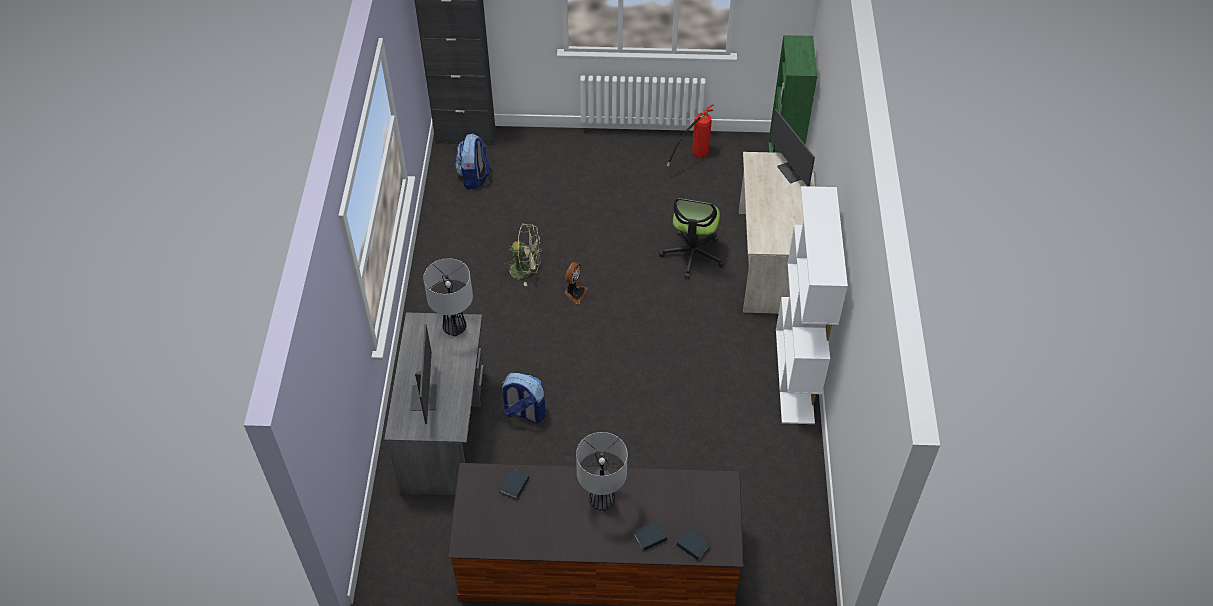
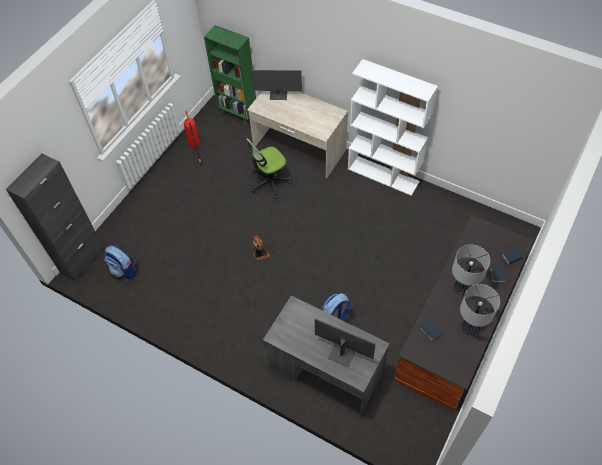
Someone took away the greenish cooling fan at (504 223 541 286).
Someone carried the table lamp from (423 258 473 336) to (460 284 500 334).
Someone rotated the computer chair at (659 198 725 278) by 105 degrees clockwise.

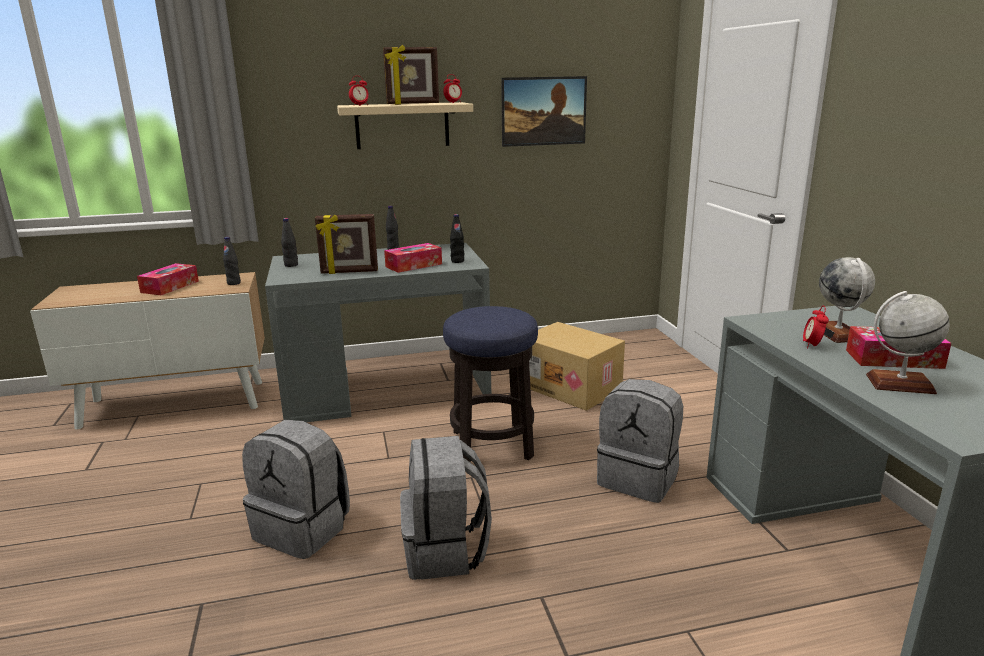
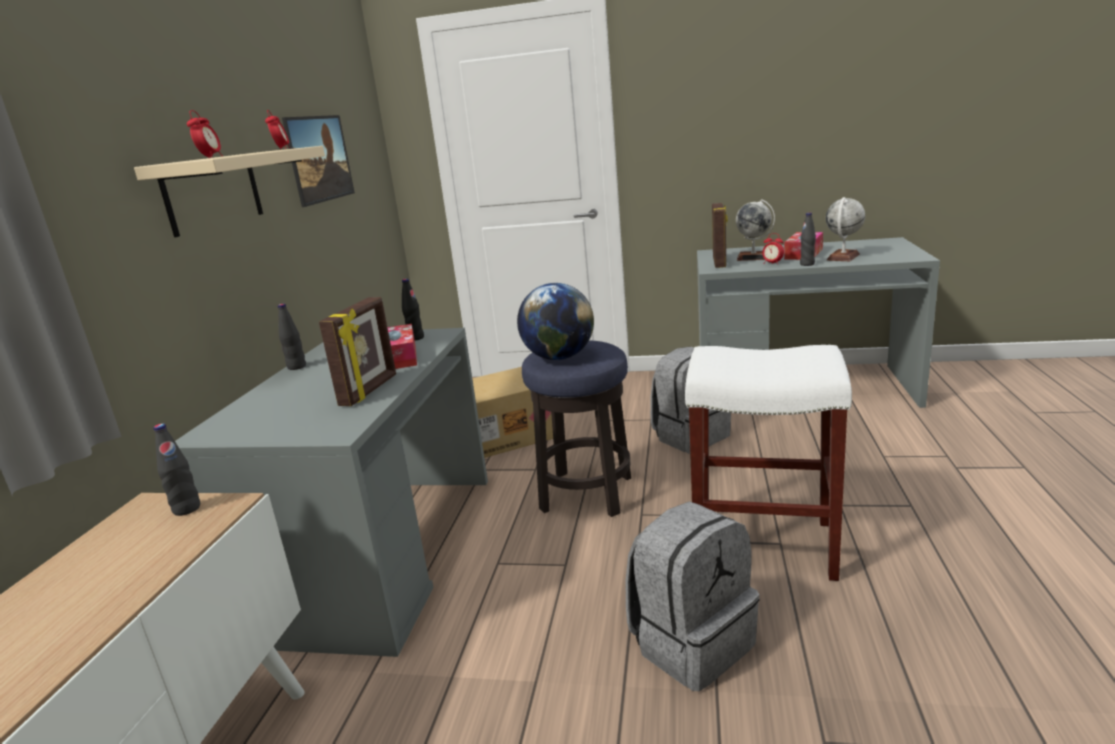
Someone took away the tissue box at (137 263 199 295).
Someone put down the globe at (517 283 594 360).
Someone carried the blackish beverage bottle from (281 218 298 267) to (800 213 816 266).
Someone carried the standing frame from (383 44 439 105) to (712 203 728 268).
Someone swapped the grey rucksack at (400 436 492 580) for the whitish stool at (685 345 852 581).

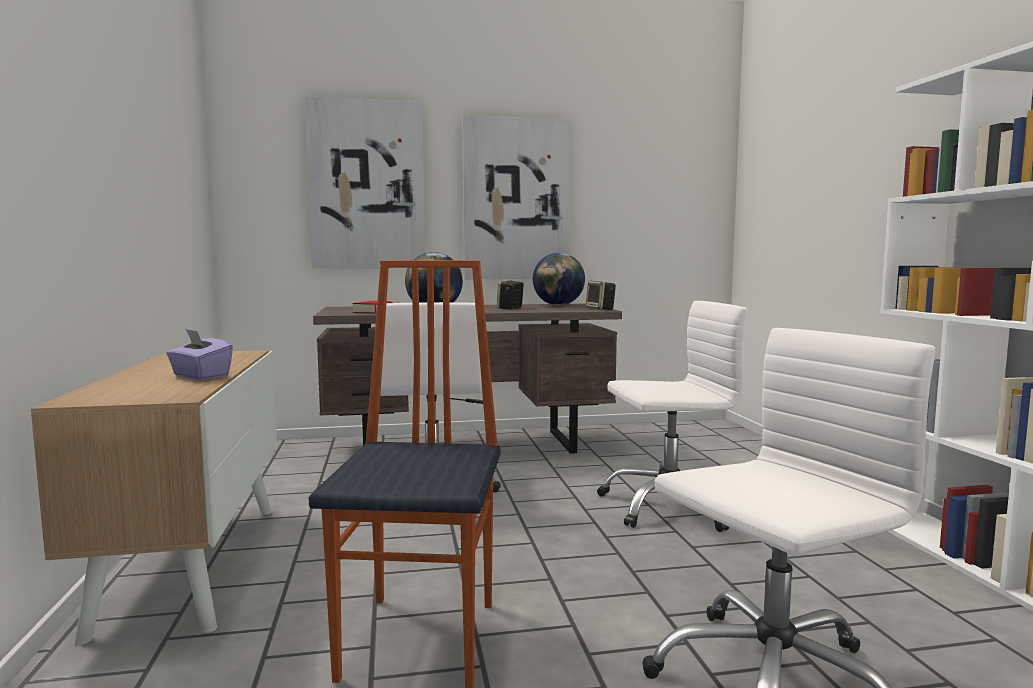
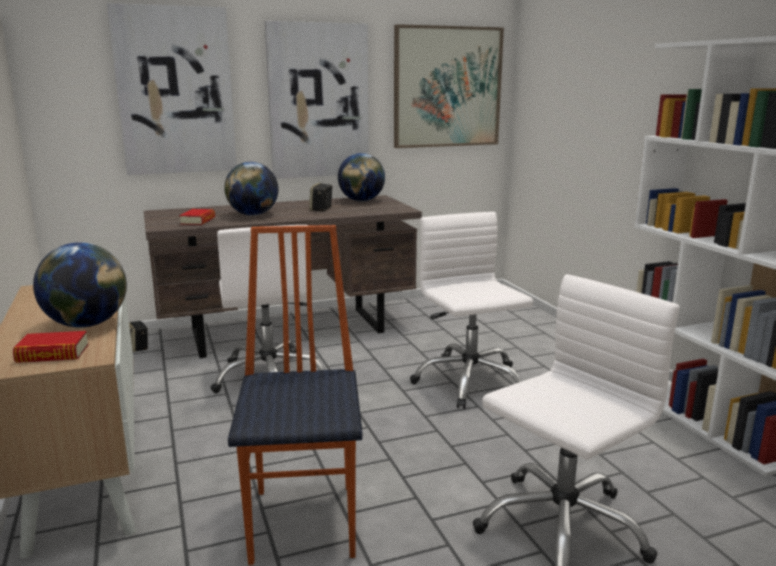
Someone put down the bound book at (13 331 89 363).
Someone put up the wall art at (394 24 504 148).
Someone carried the audio speaker from (586 281 616 310) to (129 321 148 352).
Someone swapped the purple-coloured tissue box at (166 329 233 380) for the globe at (33 242 127 328).
Someone rotated the whitish computer chair at (597 301 748 532) by 90 degrees counterclockwise.

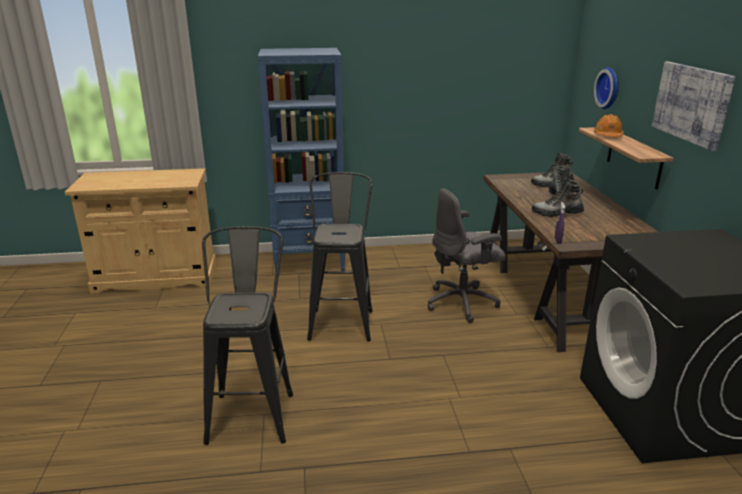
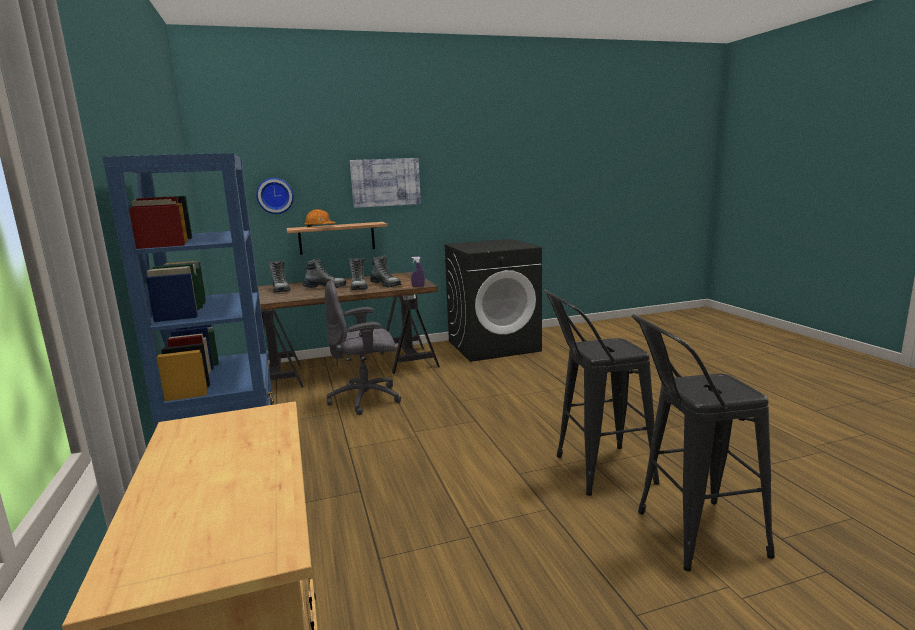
Someone put down the boot at (370 255 401 287).
Someone carried the blackish stool from (307 172 373 342) to (631 314 775 572).
Someone rotated the grey computer chair at (428 188 506 323) by 105 degrees clockwise.

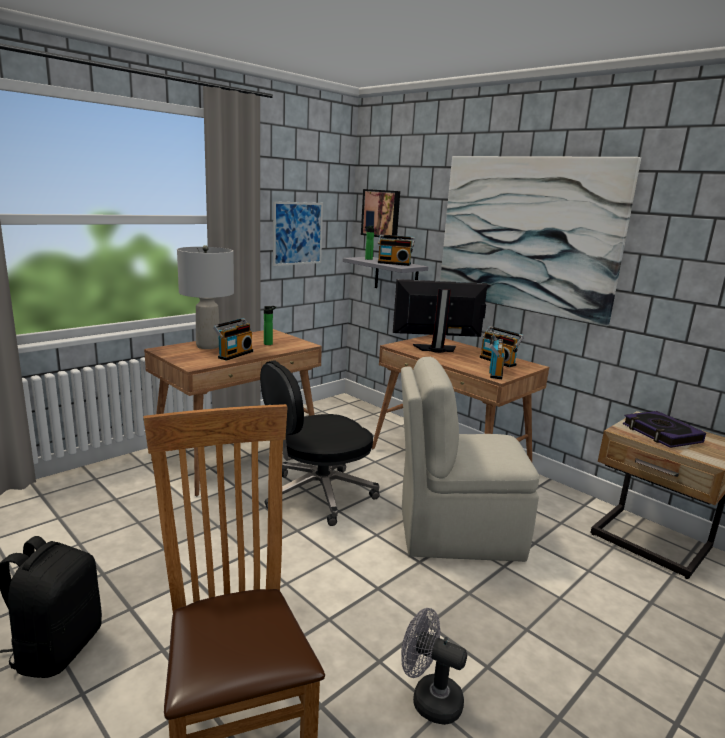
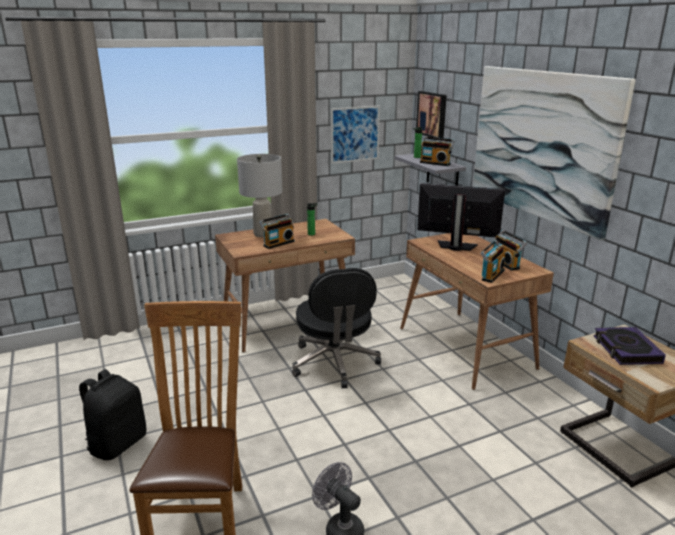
Someone took away the beige chair at (401 357 539 562).
Someone rotated the blackish computer chair at (260 360 380 526) by 90 degrees counterclockwise.

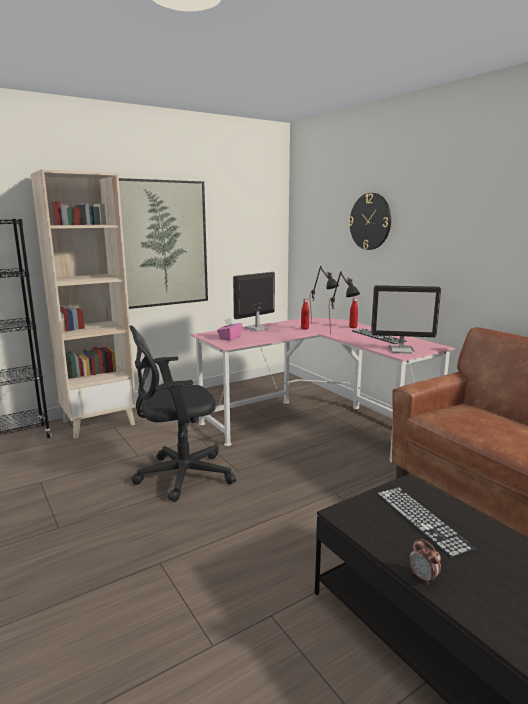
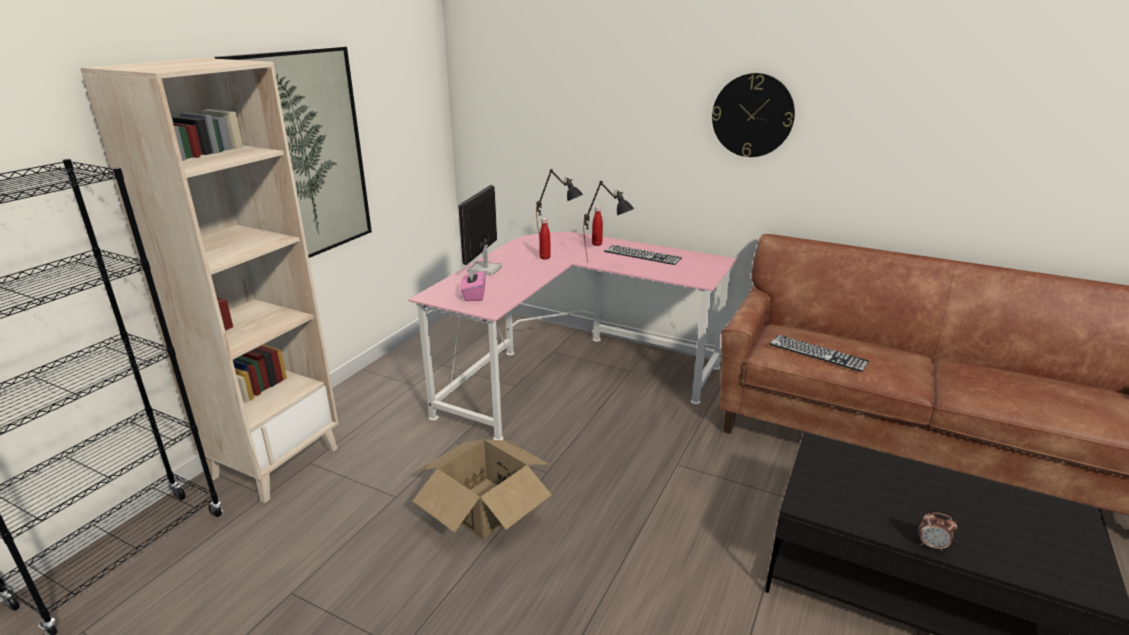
Someone took away the computer display at (371 285 441 353).
Someone carried the hanging clock from (349 193 391 250) to (712 73 795 157).
Someone carried the keyboard from (376 487 476 558) to (769 335 869 372).
Someone swapped the blackish computer chair at (129 325 236 502) for the packing box at (412 440 552 539).

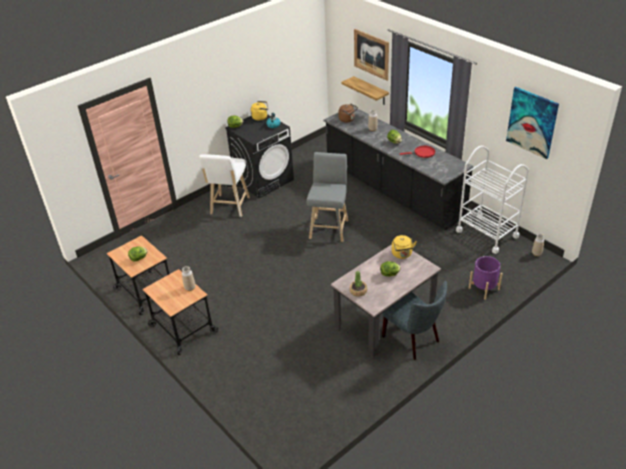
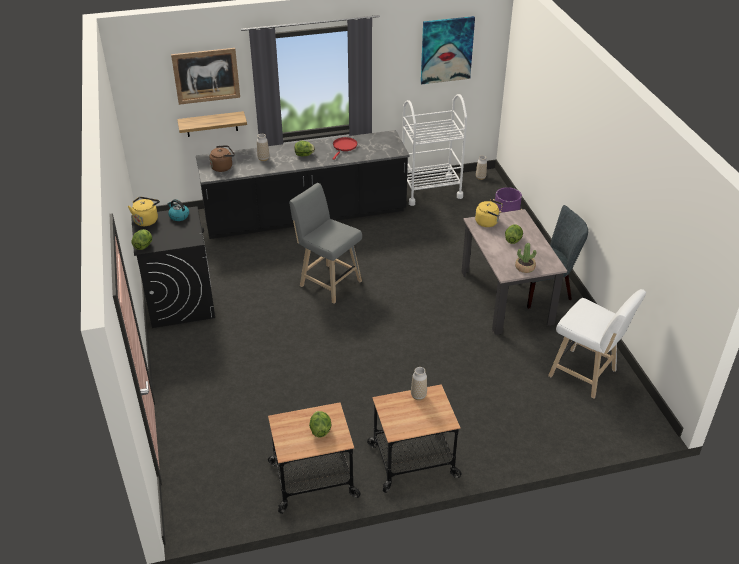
Someone carried the whitish stool from (199 154 250 217) to (548 289 646 399).

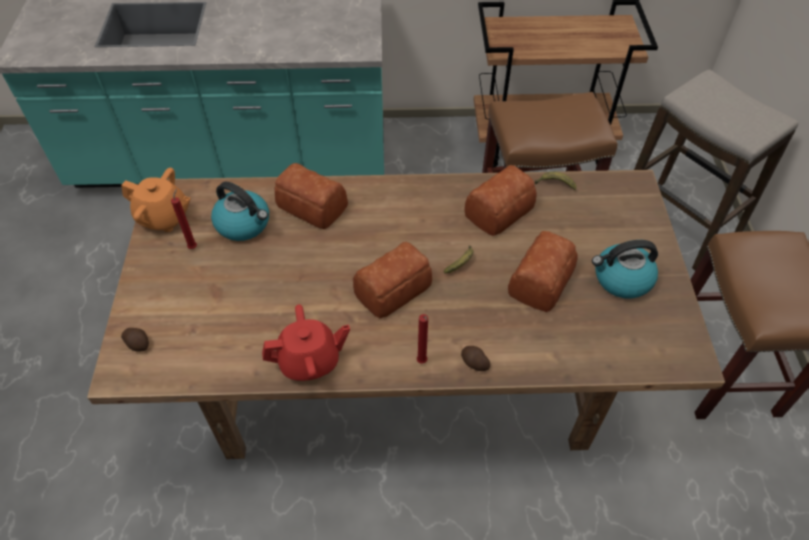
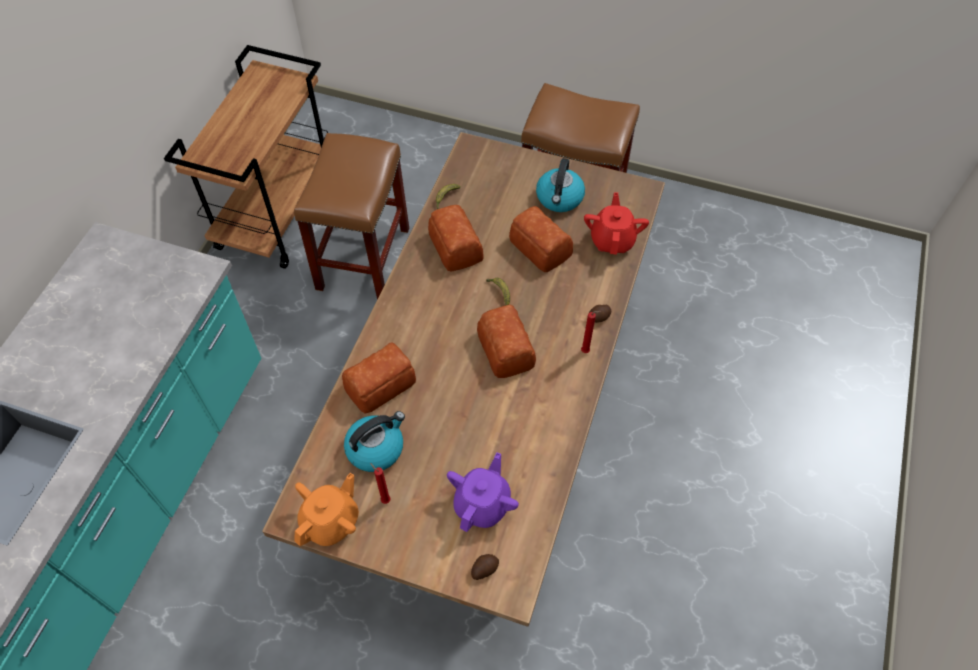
Someone took away the stool at (634 70 799 271).
Someone put down the purple-coloured tea pot at (447 452 519 532).
Someone carried the red-coloured tea pot from (262 304 350 381) to (584 192 649 255).

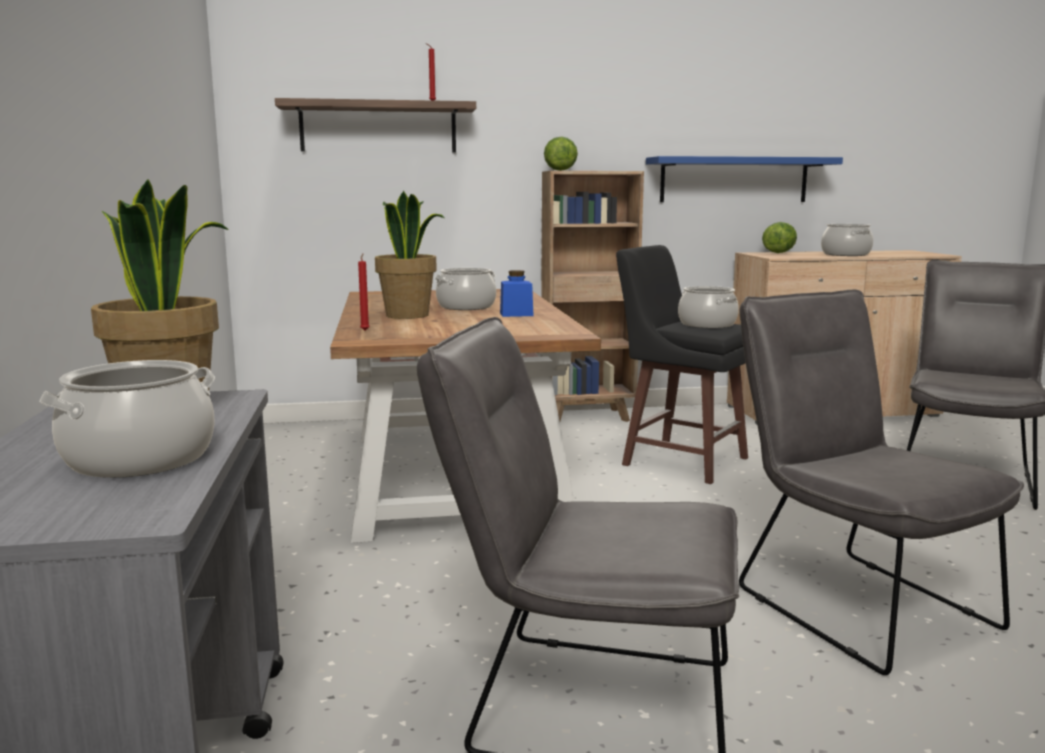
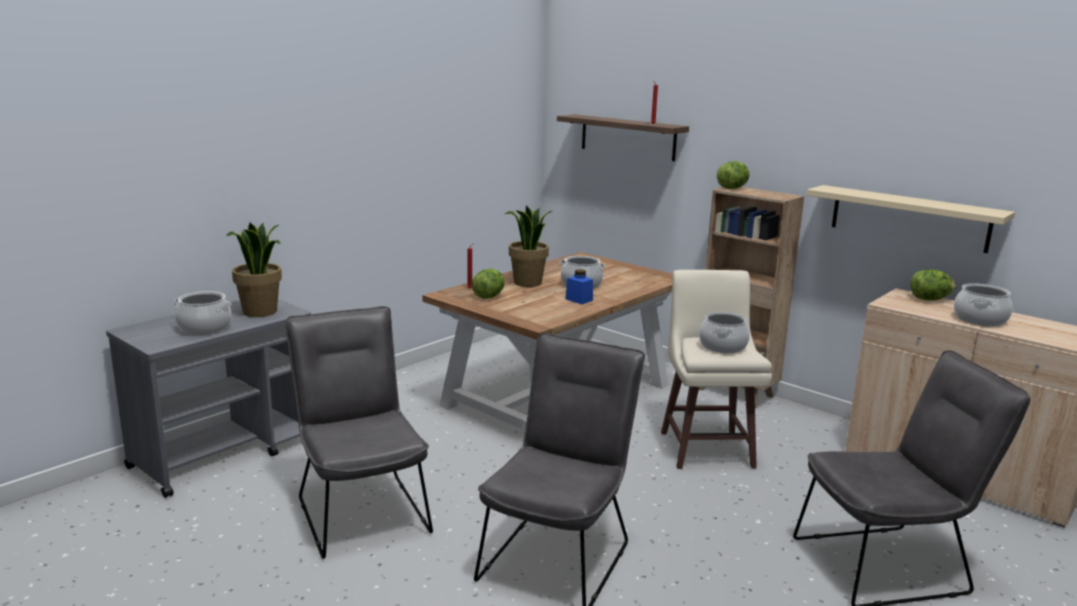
Someone put down the head of lettuce at (471 269 505 299).
Someone repainted the blackish stool at (616 245 748 484), which became the beige stool at (661 270 772 469).
Someone repainted the blue-coloured shelf at (646 156 843 202), which became the beige shelf at (807 185 1015 253).

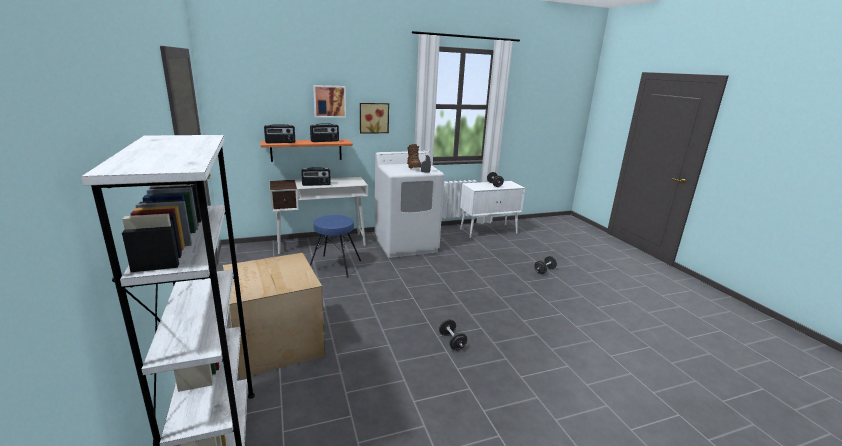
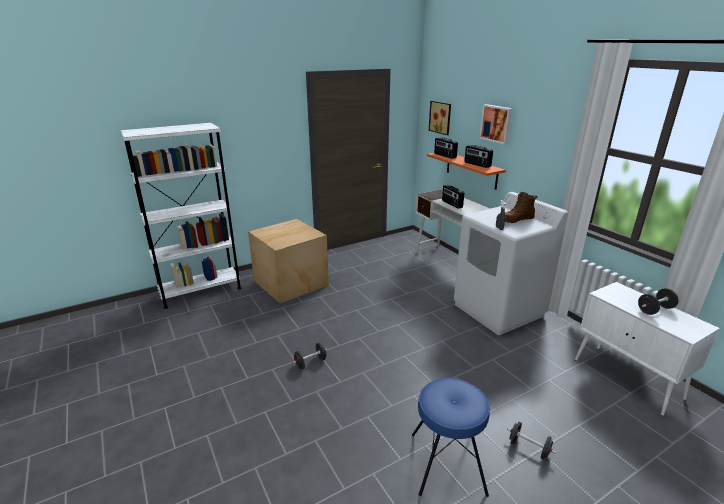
Someone carried the blue-coloured stool from (310 215 361 278) to (412 378 490 497).
Someone carried the wall art from (360 103 389 134) to (429 101 451 135).

